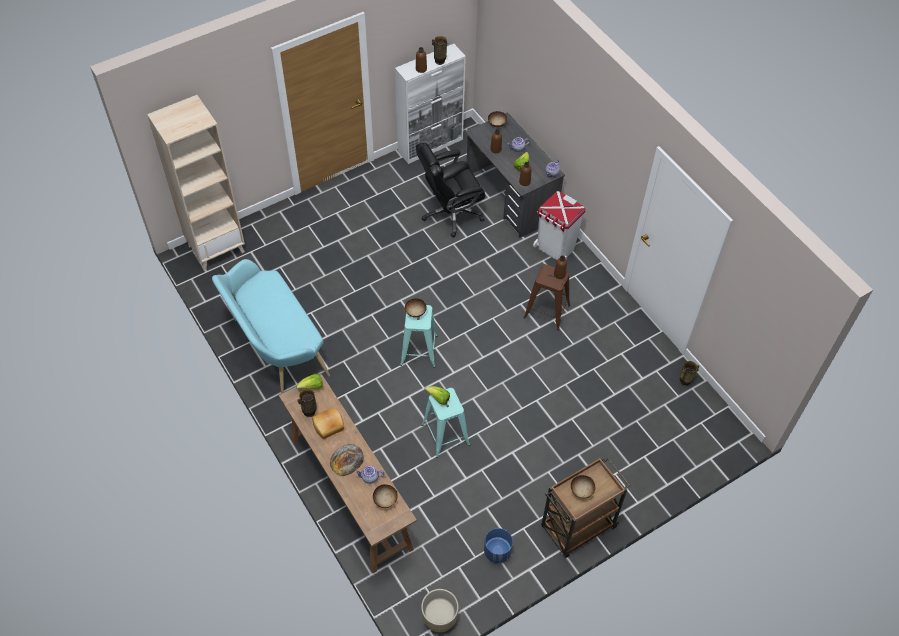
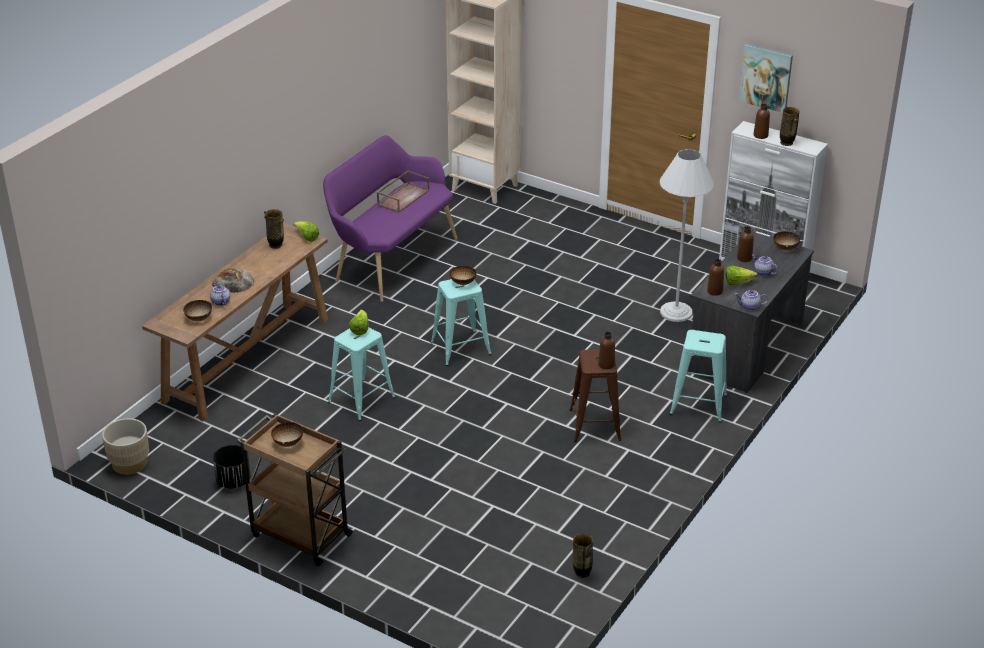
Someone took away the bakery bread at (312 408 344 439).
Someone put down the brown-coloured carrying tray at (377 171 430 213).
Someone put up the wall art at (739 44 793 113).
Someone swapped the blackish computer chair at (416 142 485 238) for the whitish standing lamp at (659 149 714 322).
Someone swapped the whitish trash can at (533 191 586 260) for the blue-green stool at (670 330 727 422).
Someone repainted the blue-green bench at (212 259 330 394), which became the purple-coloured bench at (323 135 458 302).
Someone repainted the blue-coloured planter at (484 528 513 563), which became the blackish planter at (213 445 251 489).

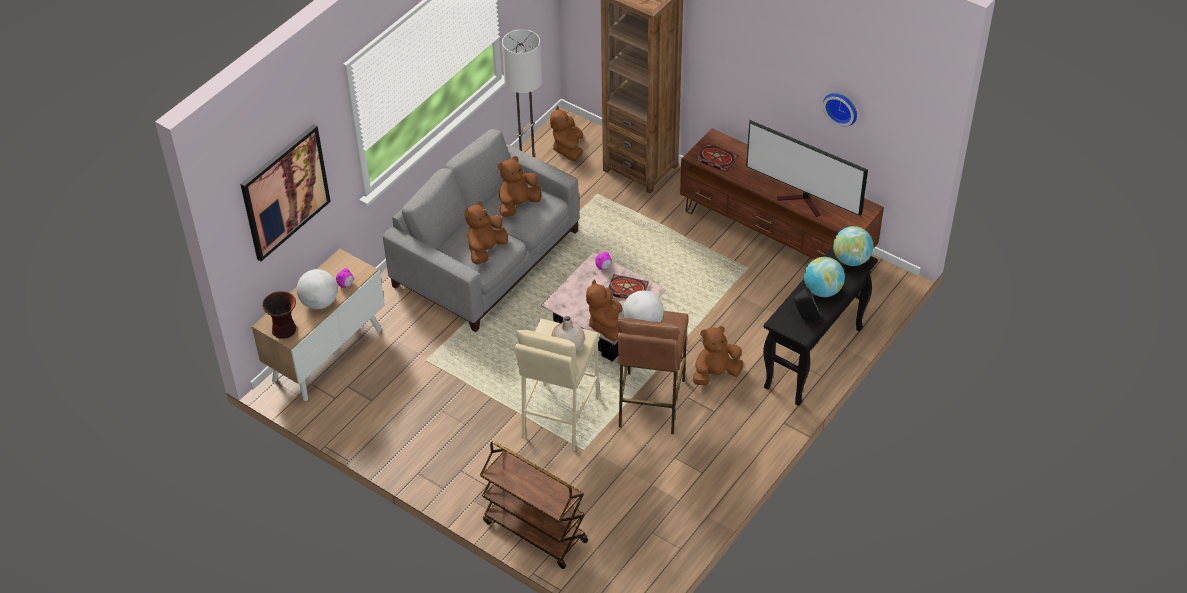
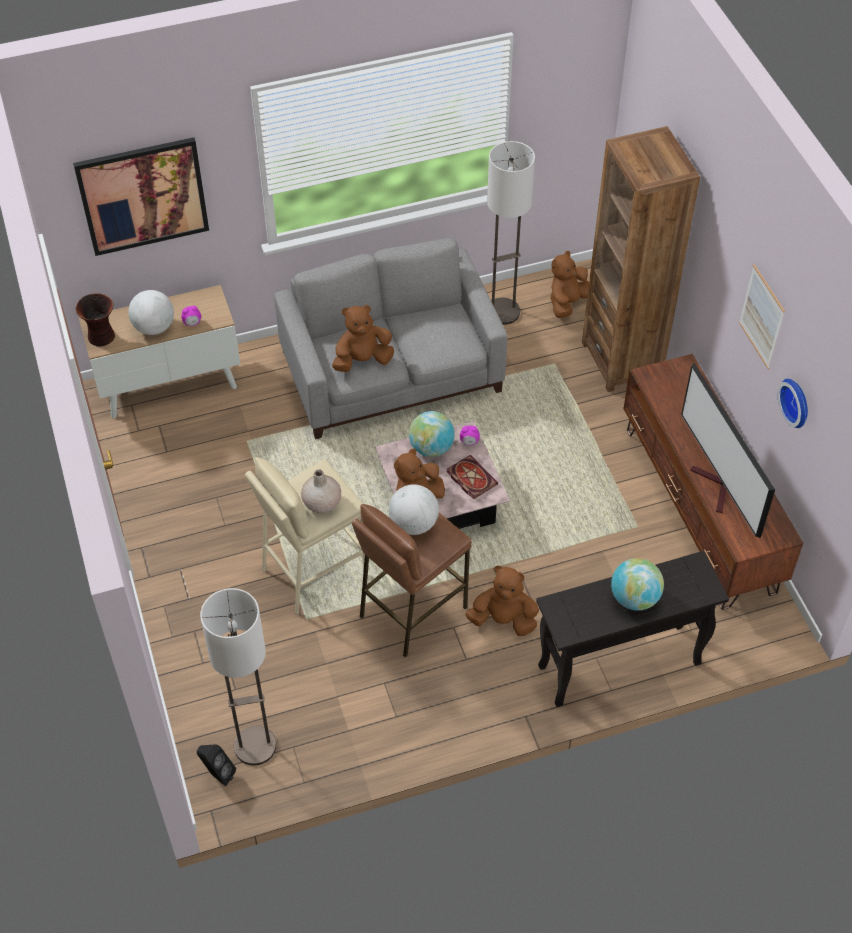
Someone took away the brown-coloured trolley at (480 441 588 569).
Someone took away the brown-coloured cuddly toy at (498 156 541 217).
Someone took away the bound book at (696 143 739 172).
Someone put down the standing lamp at (200 588 276 765).
Someone put up the wall art at (739 264 785 369).
Someone carried the blackish audio speaker from (794 288 821 321) to (197 745 236 787).
Someone carried the globe from (833 226 873 266) to (409 411 455 457).

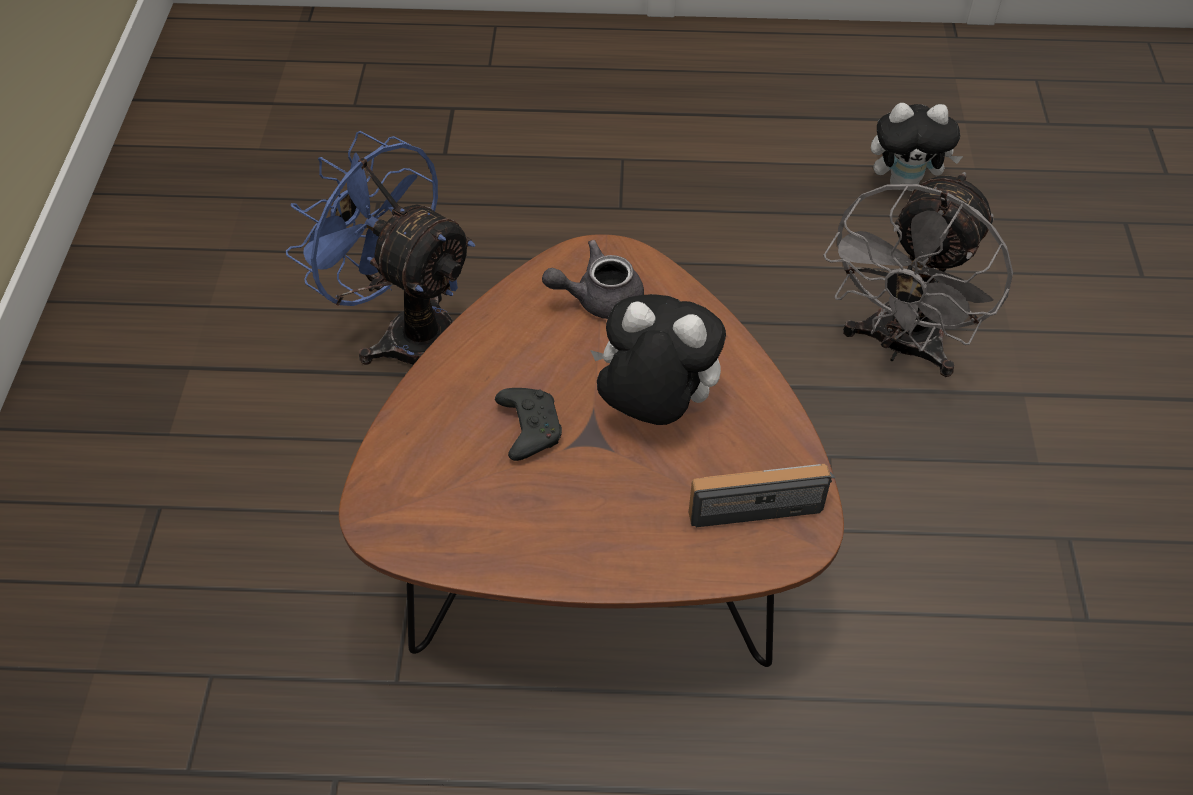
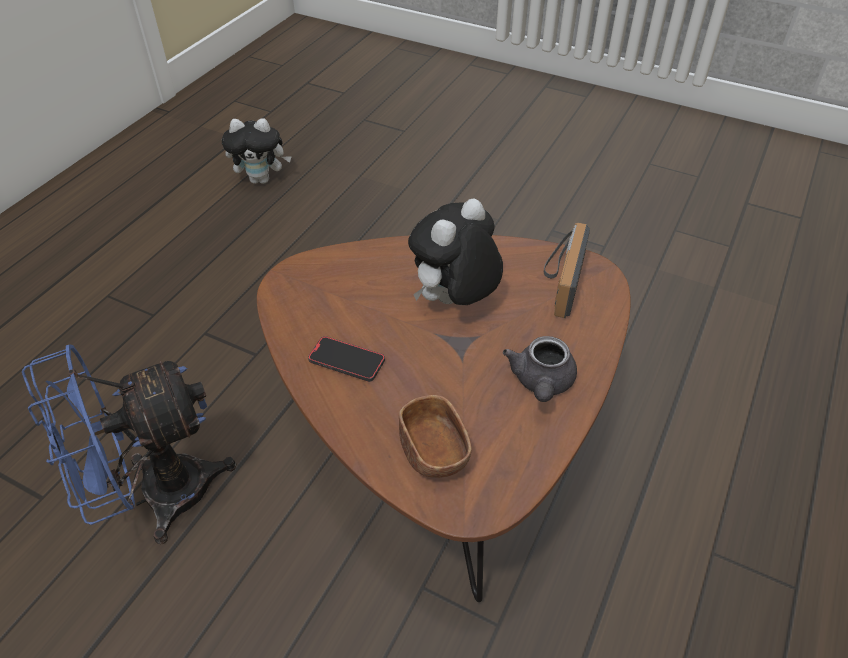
Someone took away the blackish gamepad at (495 388 562 461).
Someone took away the grey cooling fan at (823 172 1013 377).
Someone put down the telephone at (308 336 385 382).
Someone put down the brown-coloured serving bowl at (399 395 472 478).
Someone carried the grey tea pot from (542 240 644 319) to (503 336 577 402).
Someone rotated the cuddly toy at (871 103 963 191) by 60 degrees clockwise.

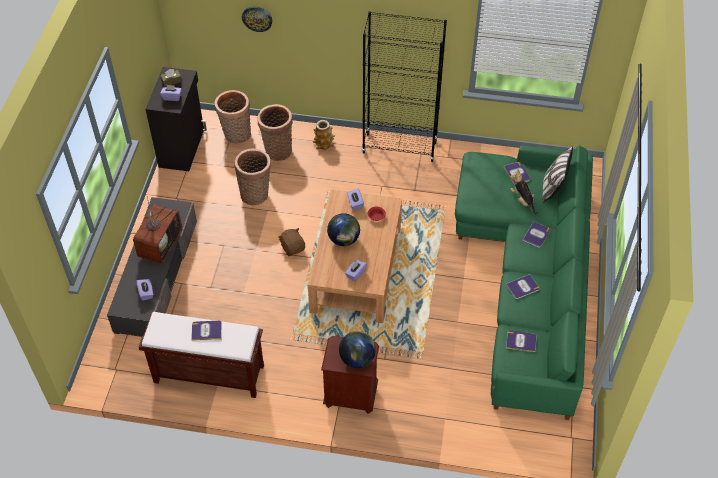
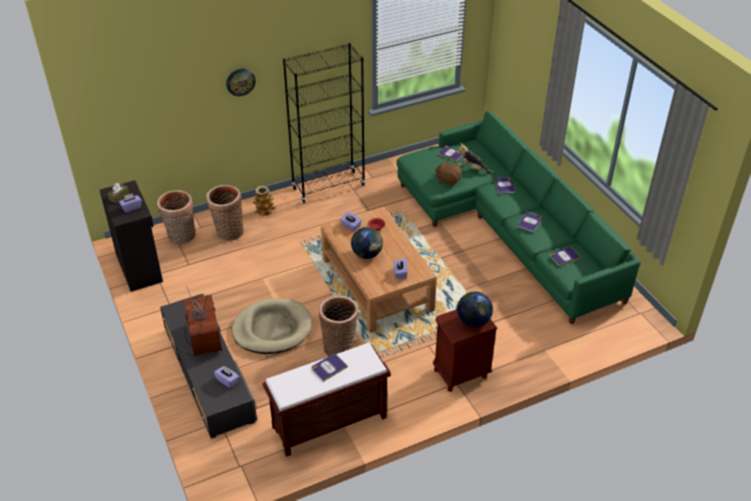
Someone took away the throw pillow at (542 146 573 203).
Someone put down the beige pet bed at (232 298 312 354).
Someone carried the storage basket from (234 149 271 205) to (319 296 359 356).
Someone carried the hanging clock from (242 6 272 32) to (226 68 256 96).
Someone carried the brown-coloured cuddly toy from (278 228 305 256) to (435 161 462 187).

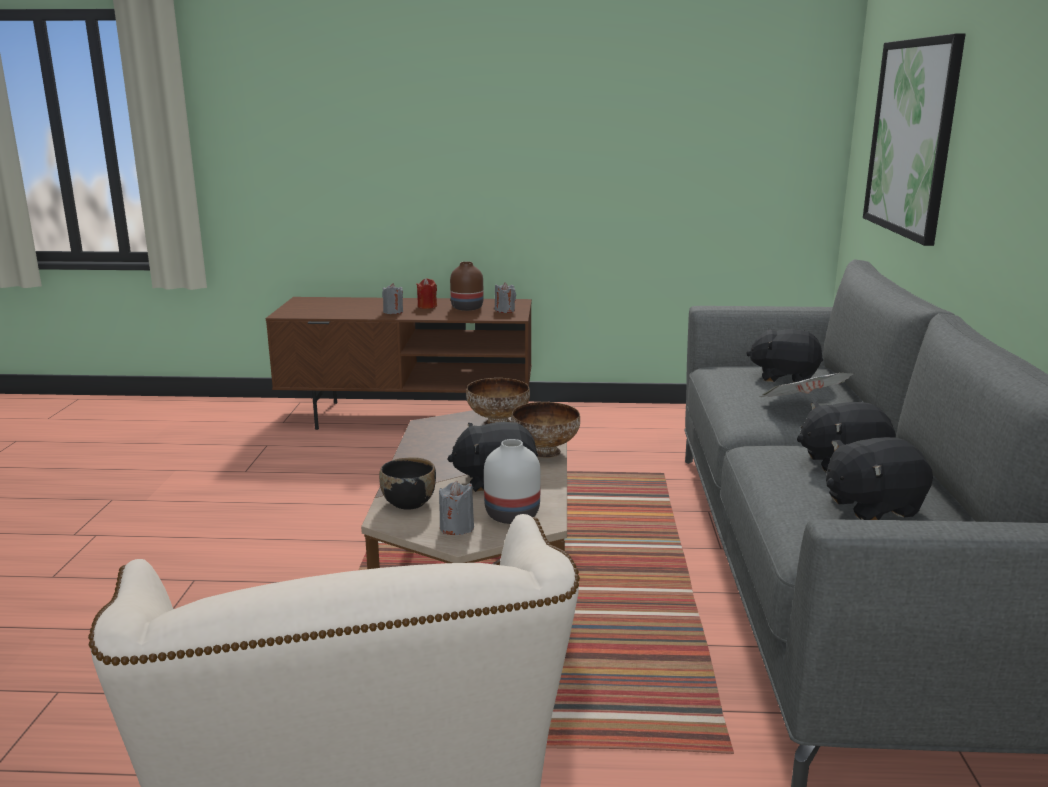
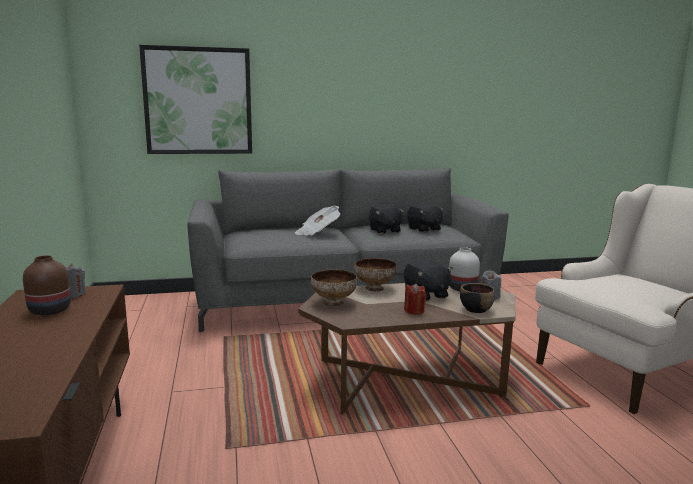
Someone took away the grey wax candle at (382 283 403 314).
Someone took away the blackish cuddly toy at (746 329 823 383).
Someone carried the red-coloured wax candle from (416 278 437 309) to (404 283 426 314).

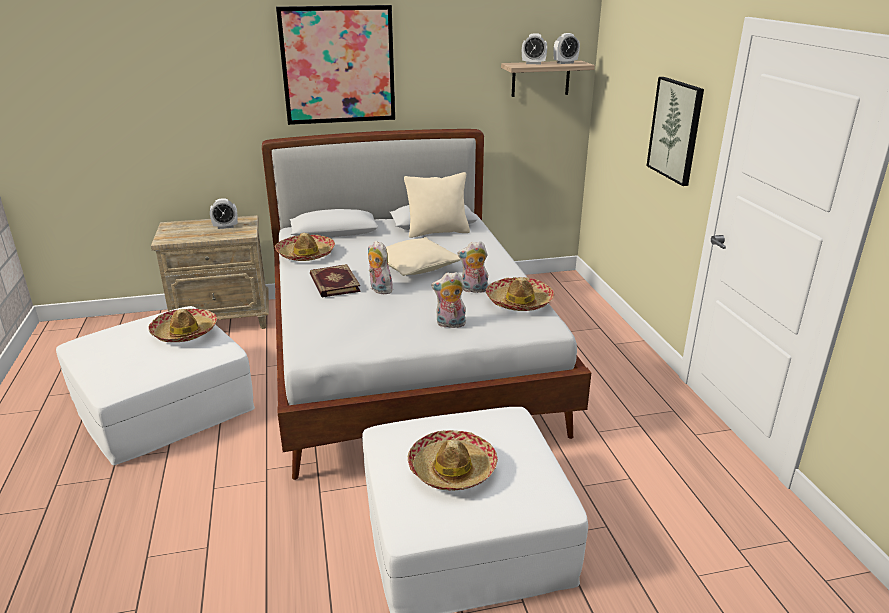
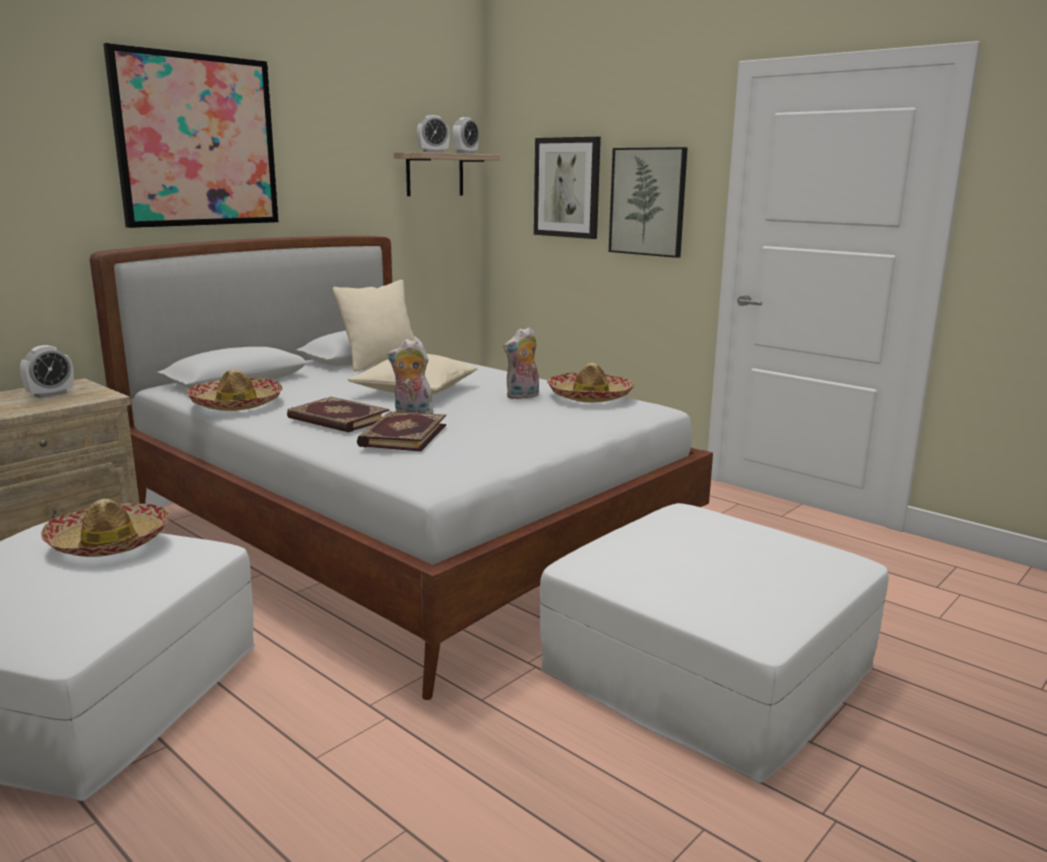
Someone took away the wearable hat at (408 430 498 491).
Someone took away the cuddly toy at (431 272 466 328).
Someone put down the bound book at (357 411 446 451).
Someone put up the wall art at (534 137 601 239).

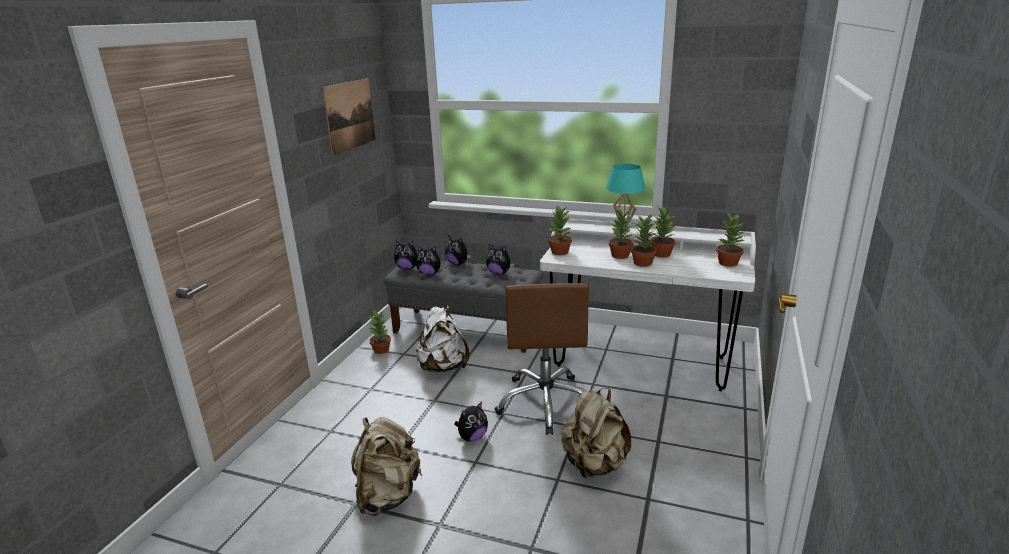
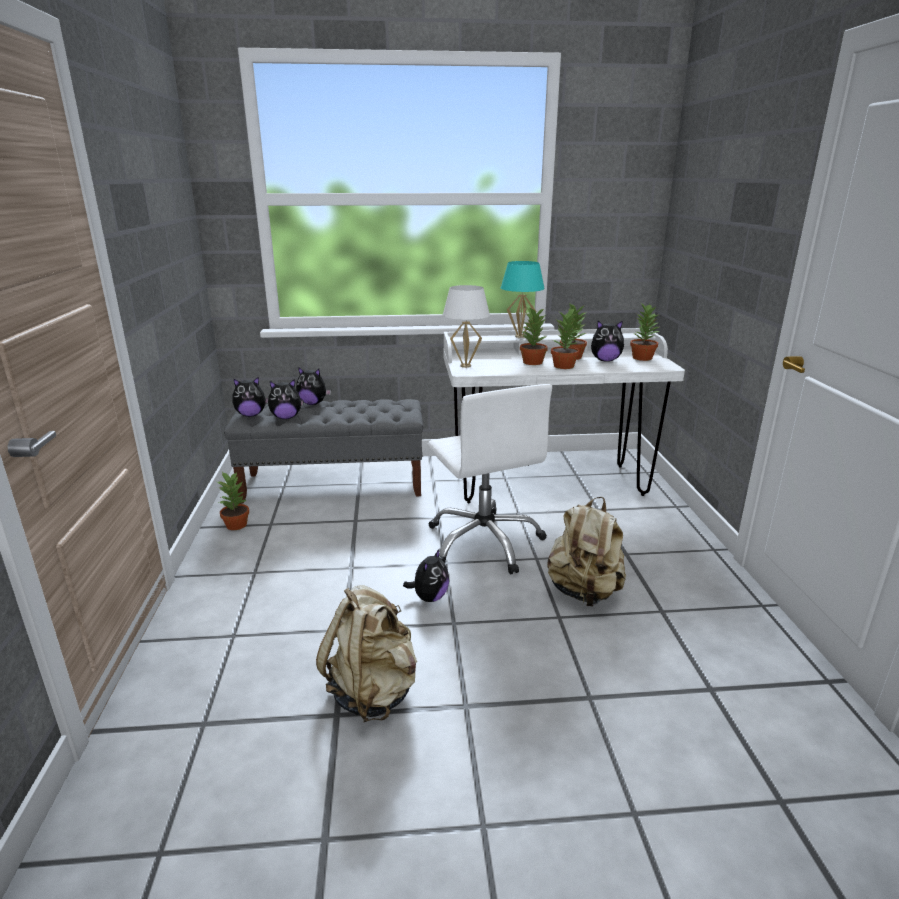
Someone took away the wall art at (322 78 376 156).
Someone took away the whitish rucksack at (416 306 470 372).
Someone carried the cuddly toy from (486 244 515 275) to (591 321 624 362).
Someone swapped the potted plant at (548 205 572 255) for the whitish table lamp at (443 285 490 368).
Someone repainted the brown-coloured computer chair at (494 283 589 435), which became the whitish computer chair at (428 384 552 574).

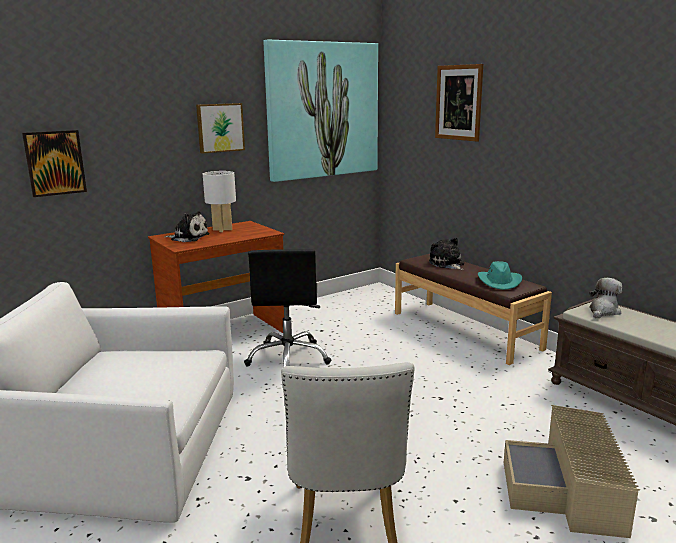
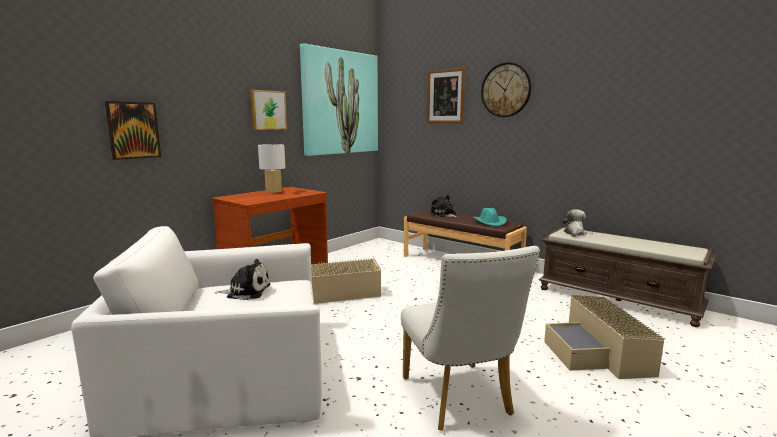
Someone put up the hanging clock at (481 62 531 117).
Someone carried the cuddly toy from (166 211 209 242) to (215 259 271 300).
Someone swapped the blackish computer chair at (244 249 331 367) for the beige storage bin at (311 257 381 304).

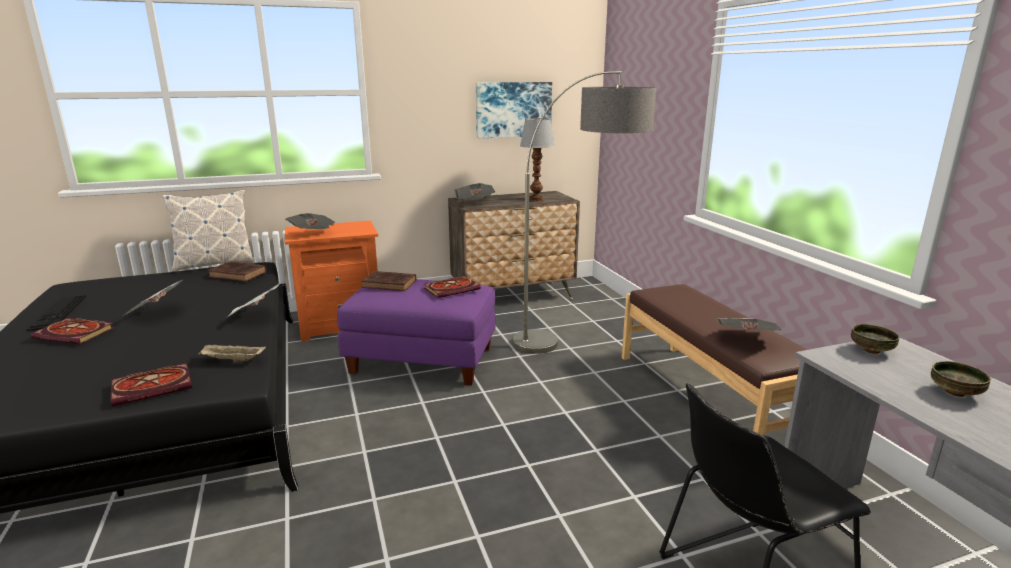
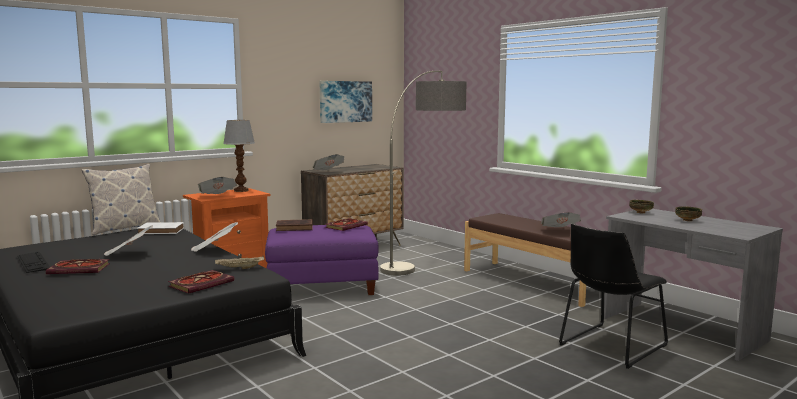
Someone carried the table lamp from (520 118 555 201) to (223 120 255 192).
Someone repainted the brown-coloured bound book at (208 261 267 282), which became the whitish bound book at (137 222 184 234).

